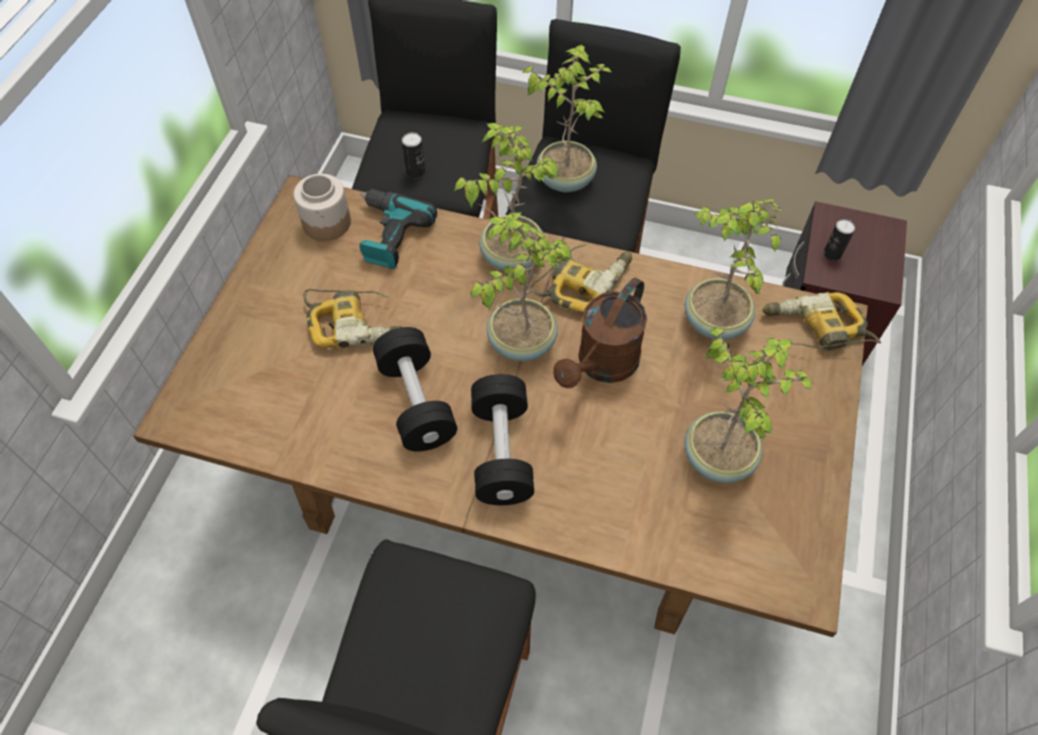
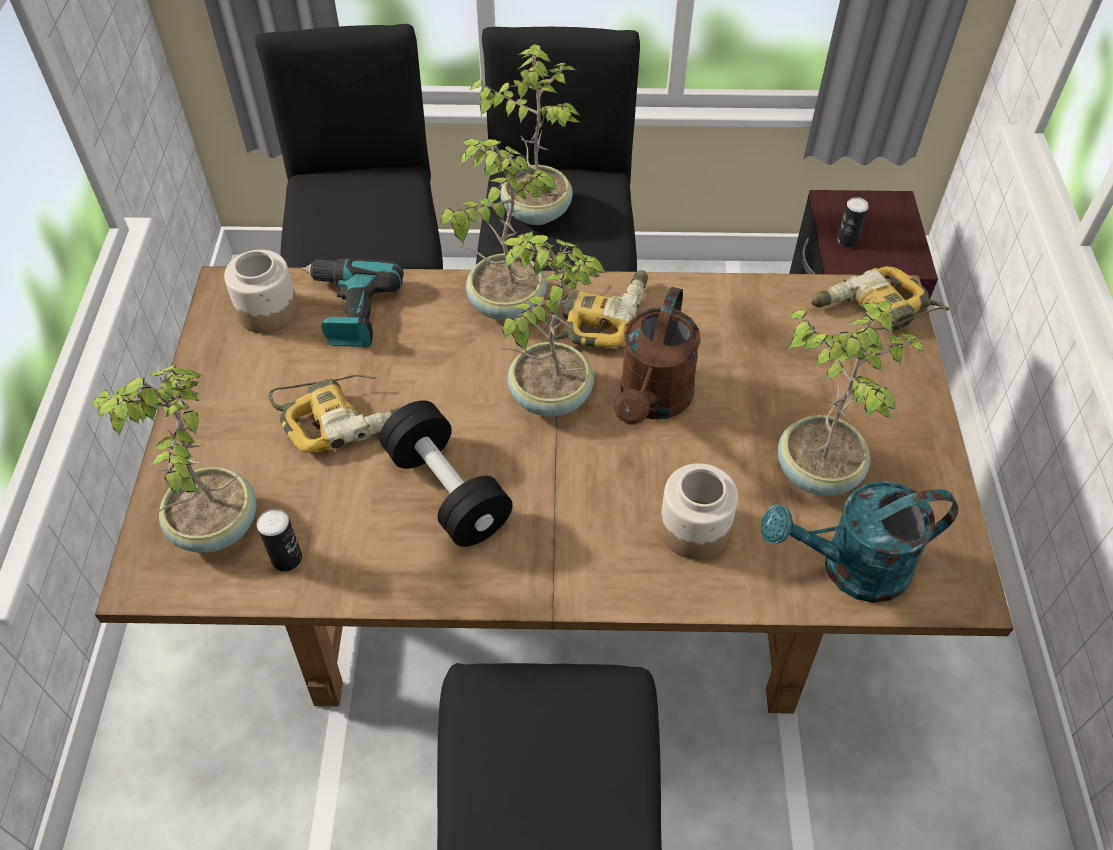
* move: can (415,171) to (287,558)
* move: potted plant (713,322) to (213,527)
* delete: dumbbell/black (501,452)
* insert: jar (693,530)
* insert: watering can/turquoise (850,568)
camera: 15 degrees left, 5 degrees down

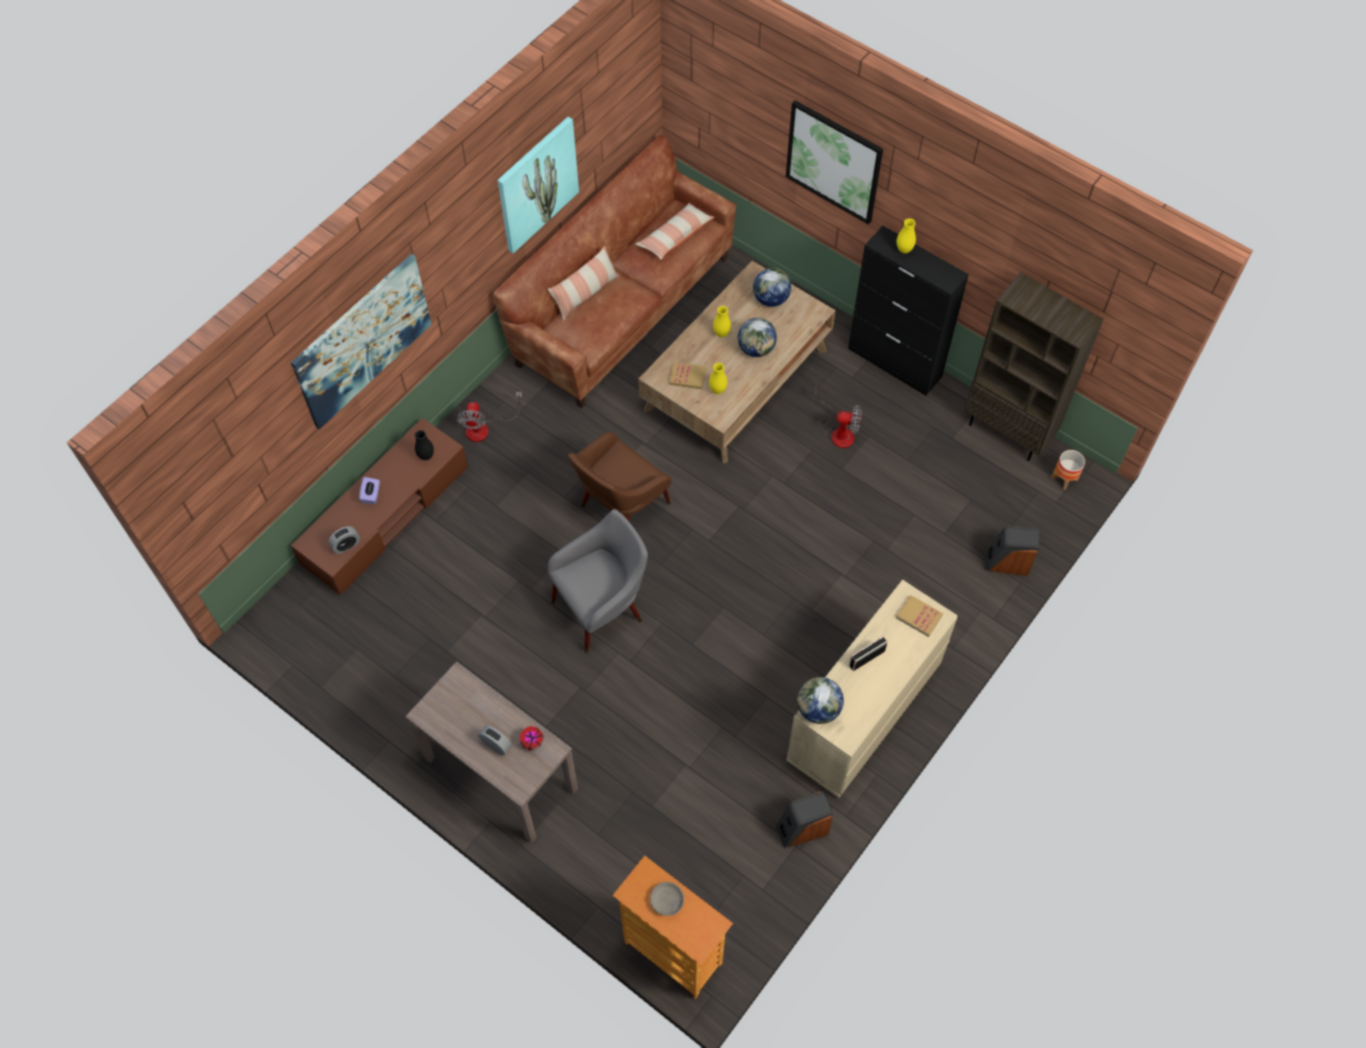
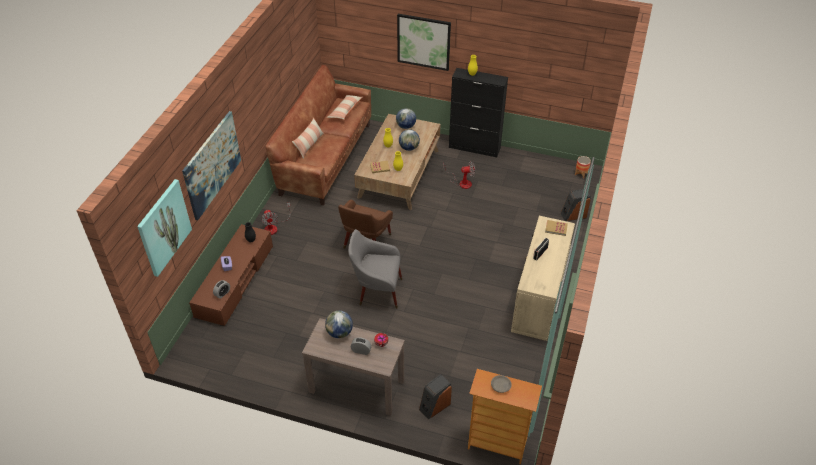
* move: picture (537,184) to (163,227)
* delete: bookcase/brown (1008,431)
* rotate: armchair/grey (602,607) = (377,291) 120 degrees counterclockwise
* move: globe (818,709) to (339,333)
* move: speaker (802,829) to (434,406)
camera: 20 degrees left, 15 degrees down

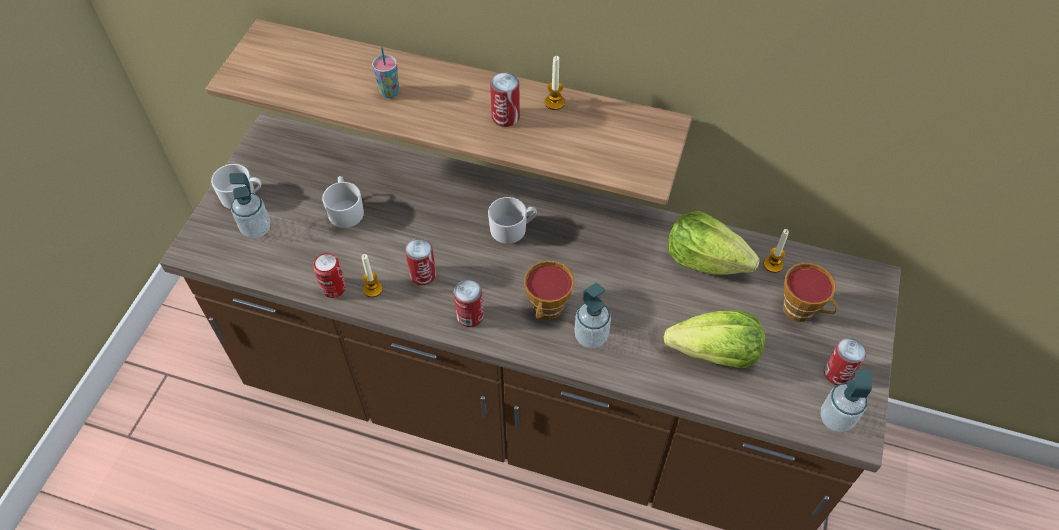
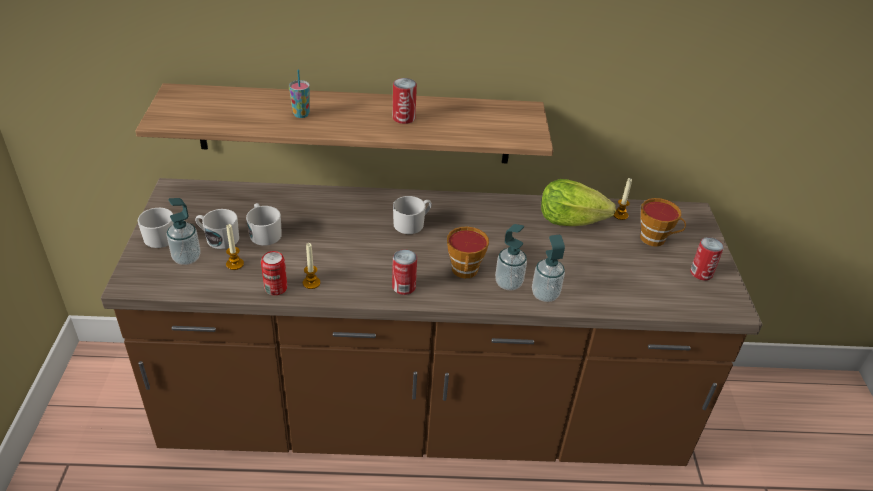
* move: candle (554,102) to (235,264)
* delete: can (423,275)
* delete: lettuce (715,354)
* move: soap dispenser (836,418) to (545,294)
* insert: mug/white (218,238)
camera: 20 degrees left, 15 degrees down

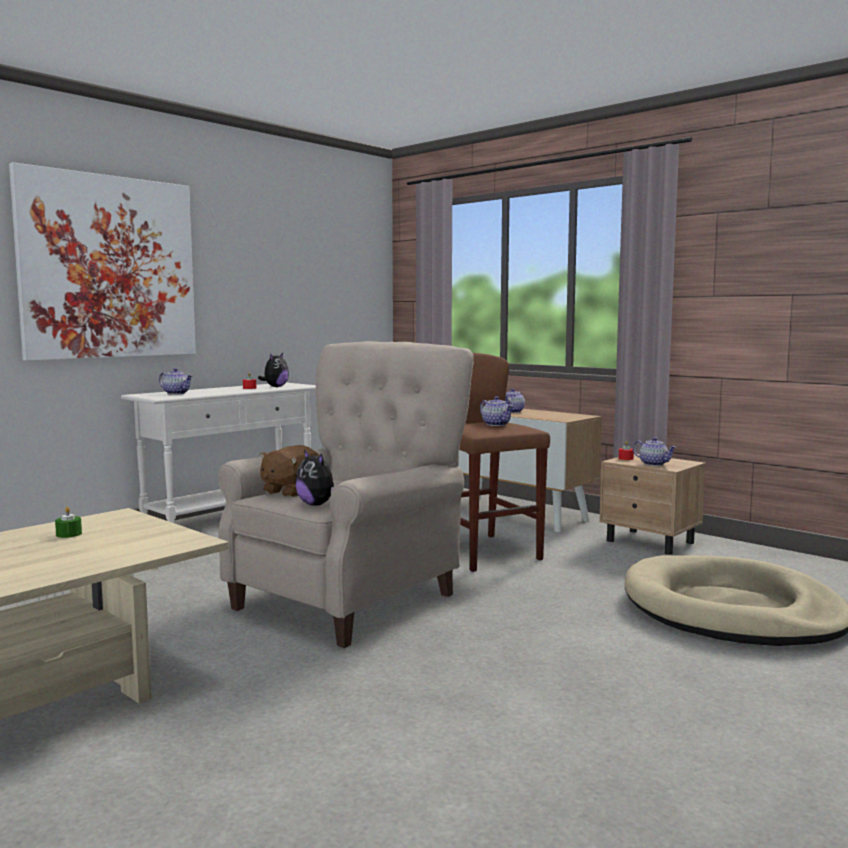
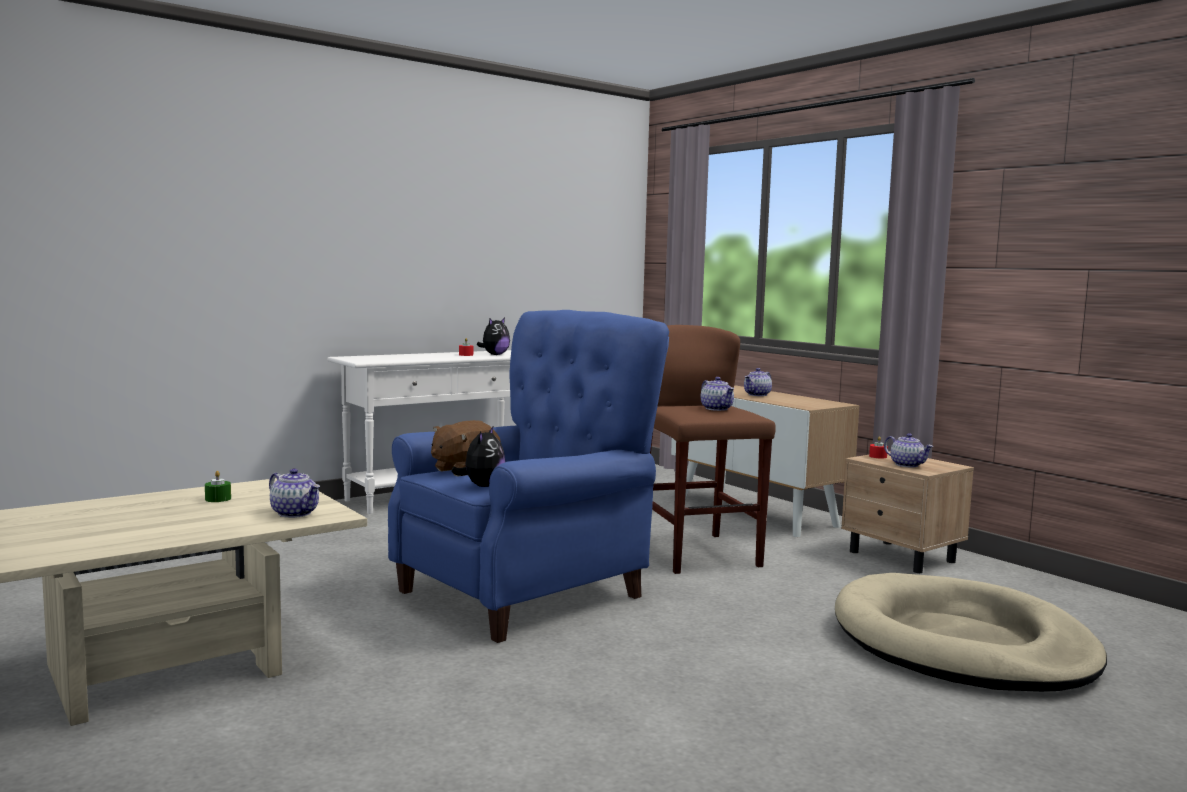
* delete: picture (109,267)
* recolor: armchair/beige (353,599) to armchair/blue (530,592)
* move: teapot (177,393) to (295,513)
* rotate: plush toy (317,504) = (482,486) 135 degrees counterclockwise
camera: 10 degrees right, 0 degrees up

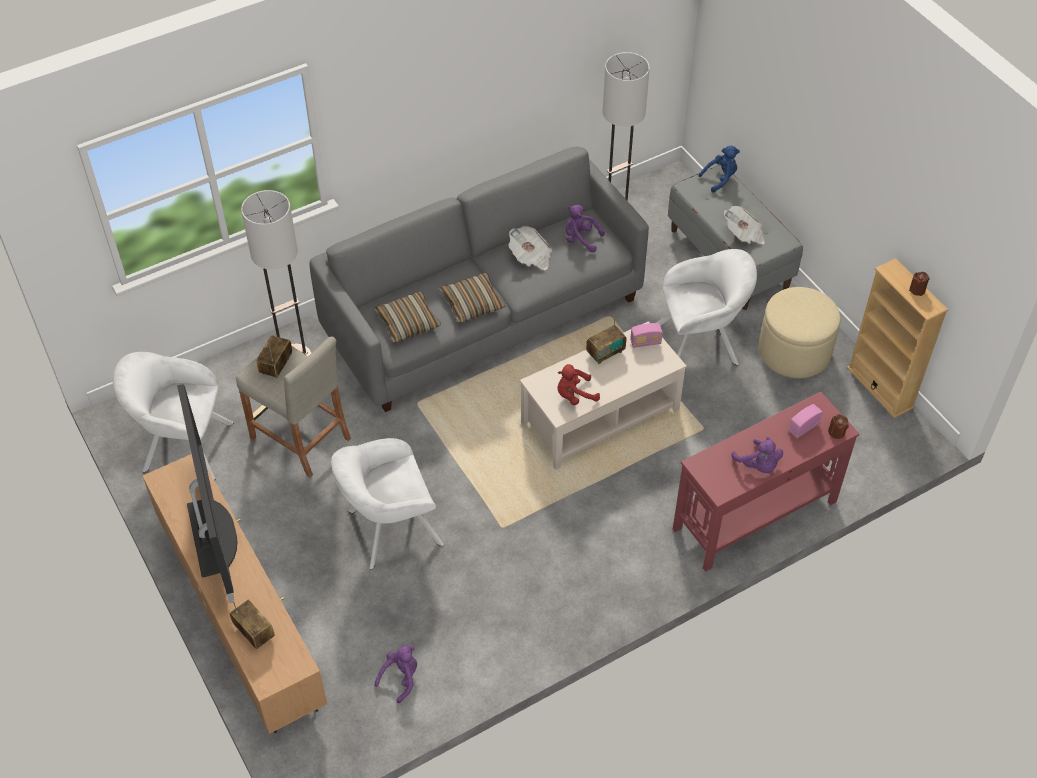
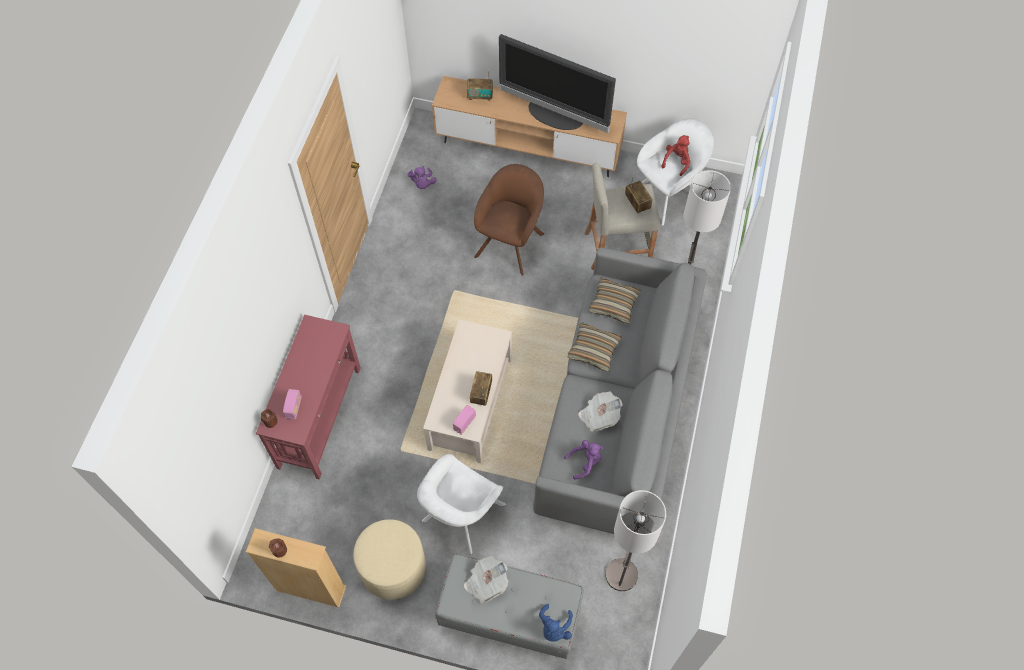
* move: plush toy/red (574,395) to (676,161)
* delete: plush toy/purple (758,465)
* recolor: armchair/white (389,529) to armchair/brown (511,242)
camera: 135 degrees right, 10 degrees up

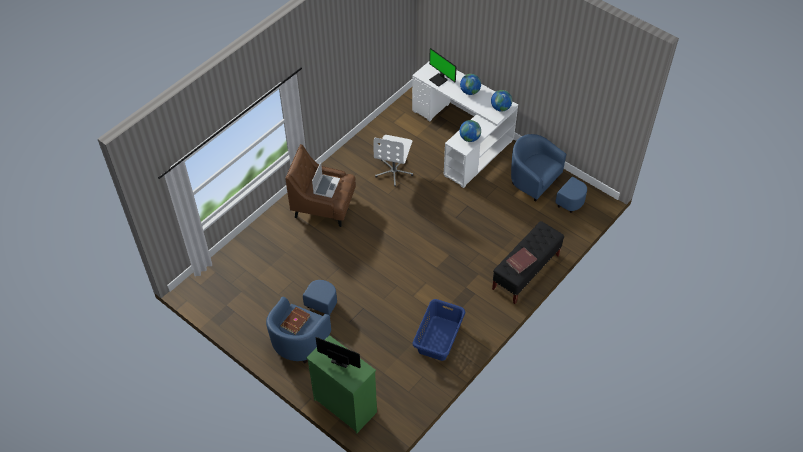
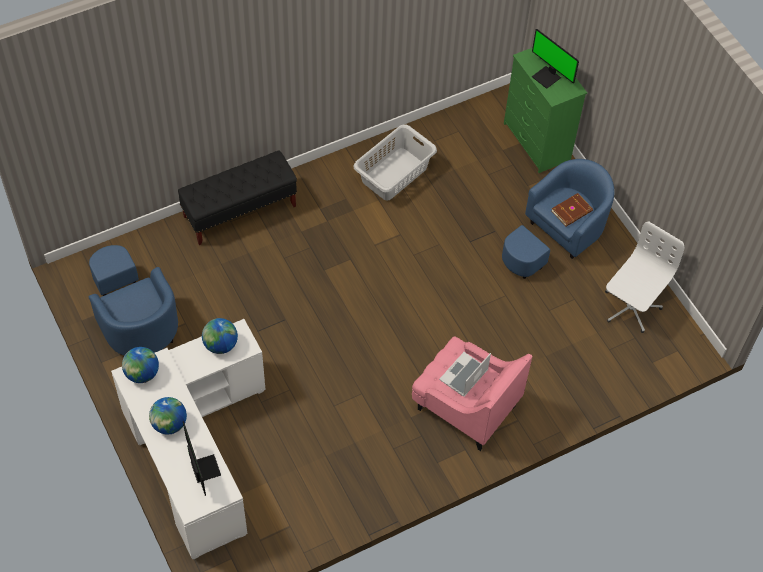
* move: office chair/white (394,171) to (630,307)
* recolor: armchair/brown (324,207) to armchair/pink (465,407)
* delete: book/red (520,261)
* recolor: laundry basket/blue (438,338) to laundry basket/grey (395,174)
camera: 160 degrees left, 5 degrees up

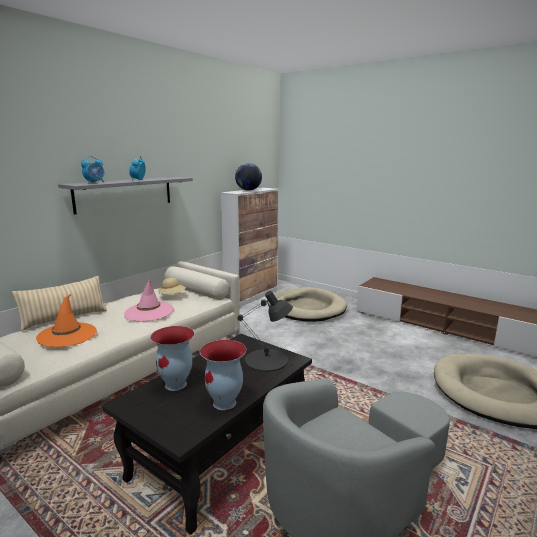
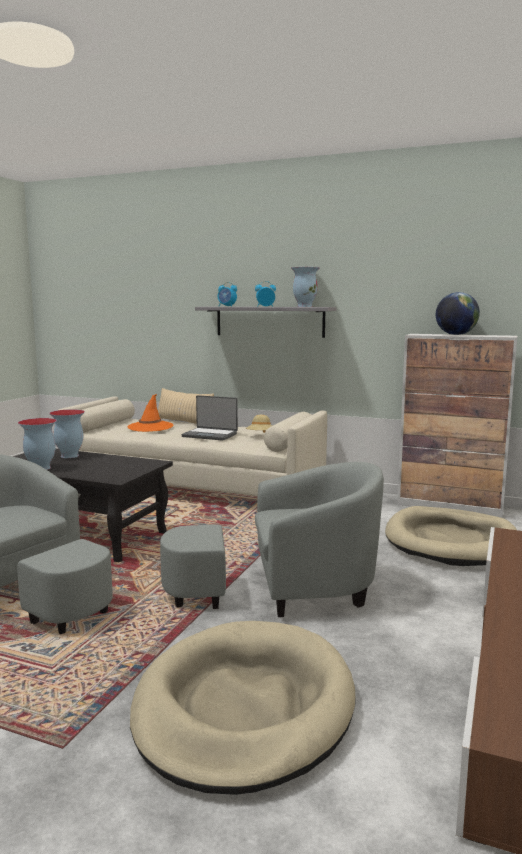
* replace: hat/pink (149,312) to laptop (210,435)
* delete: table lamp/black (267,360)
* insert: vase (304,306)
* insert: armchair/grey (286,591)
camera: 75 degrees right, 5 degrees down

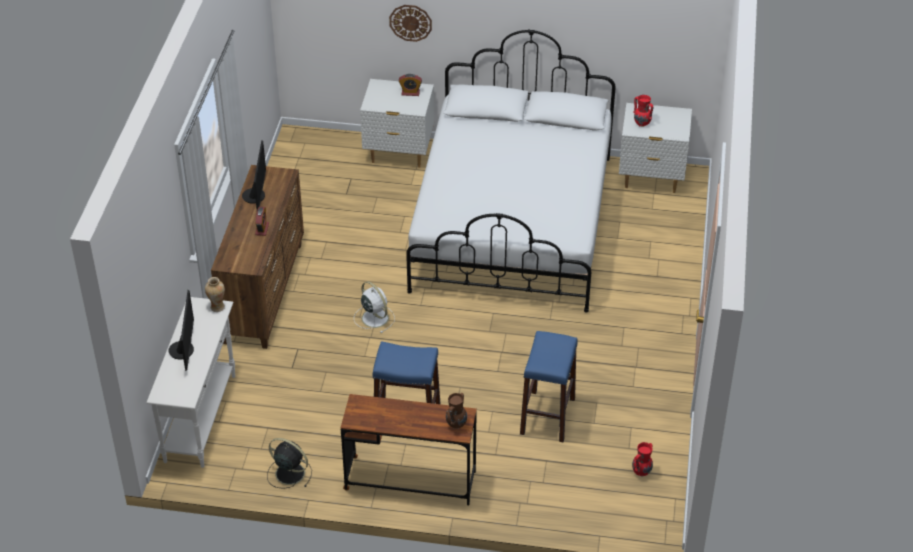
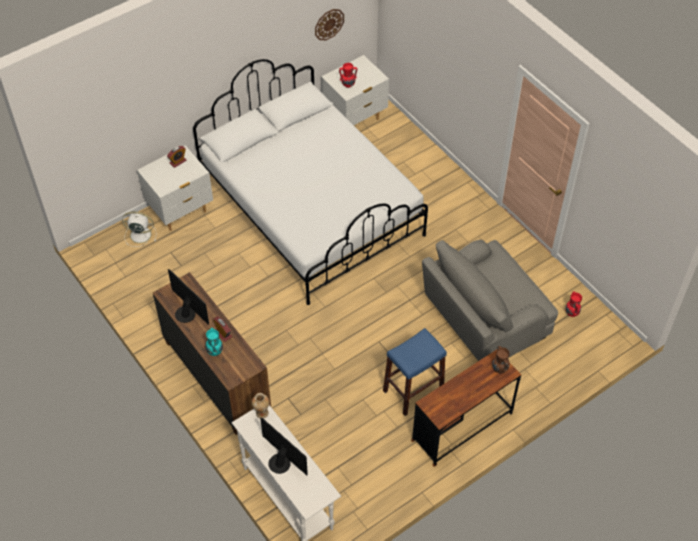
* move: wall clock (410,22) to (329,24)
* move: fan/white (374,317) to (139,235)
* replace: stool/blue (547,416) to armchair/grey (484,320)
* delete: fan/black (288,473)
* insert: vase/turquoise (215,351)
camera: 45 degrees left, 10 degrees up

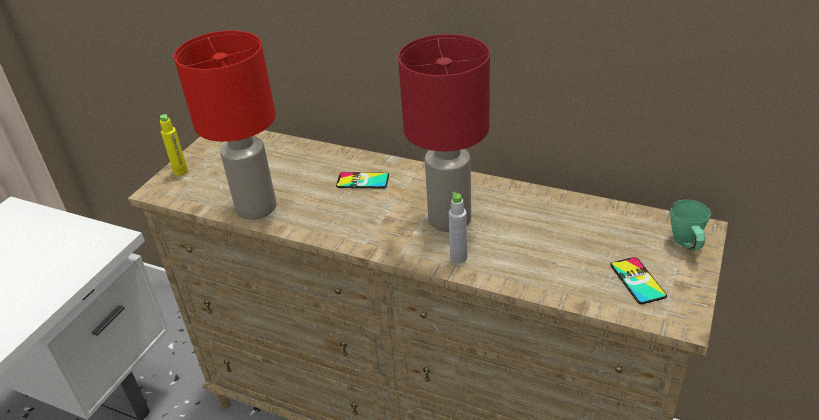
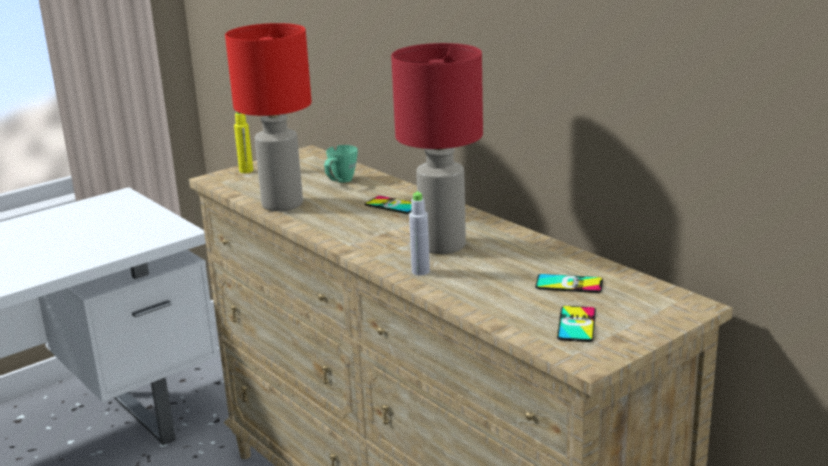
* move: mug/green (686,246) to (340,182)
* insert: phone (569,284)
camera: 25 degrees right, 15 degrees down

